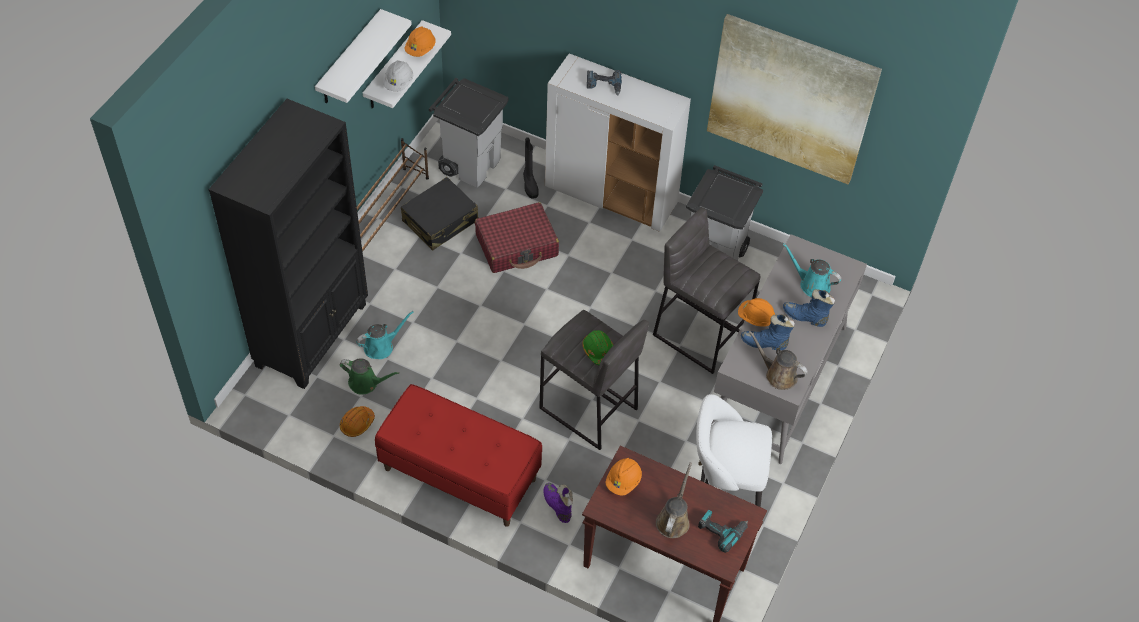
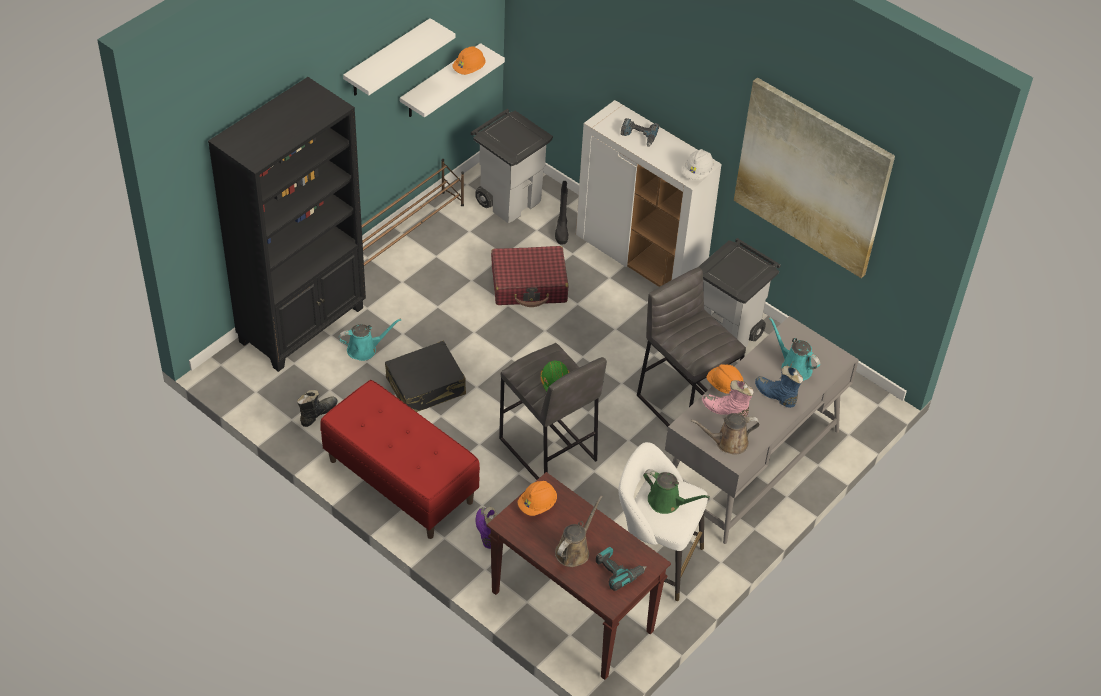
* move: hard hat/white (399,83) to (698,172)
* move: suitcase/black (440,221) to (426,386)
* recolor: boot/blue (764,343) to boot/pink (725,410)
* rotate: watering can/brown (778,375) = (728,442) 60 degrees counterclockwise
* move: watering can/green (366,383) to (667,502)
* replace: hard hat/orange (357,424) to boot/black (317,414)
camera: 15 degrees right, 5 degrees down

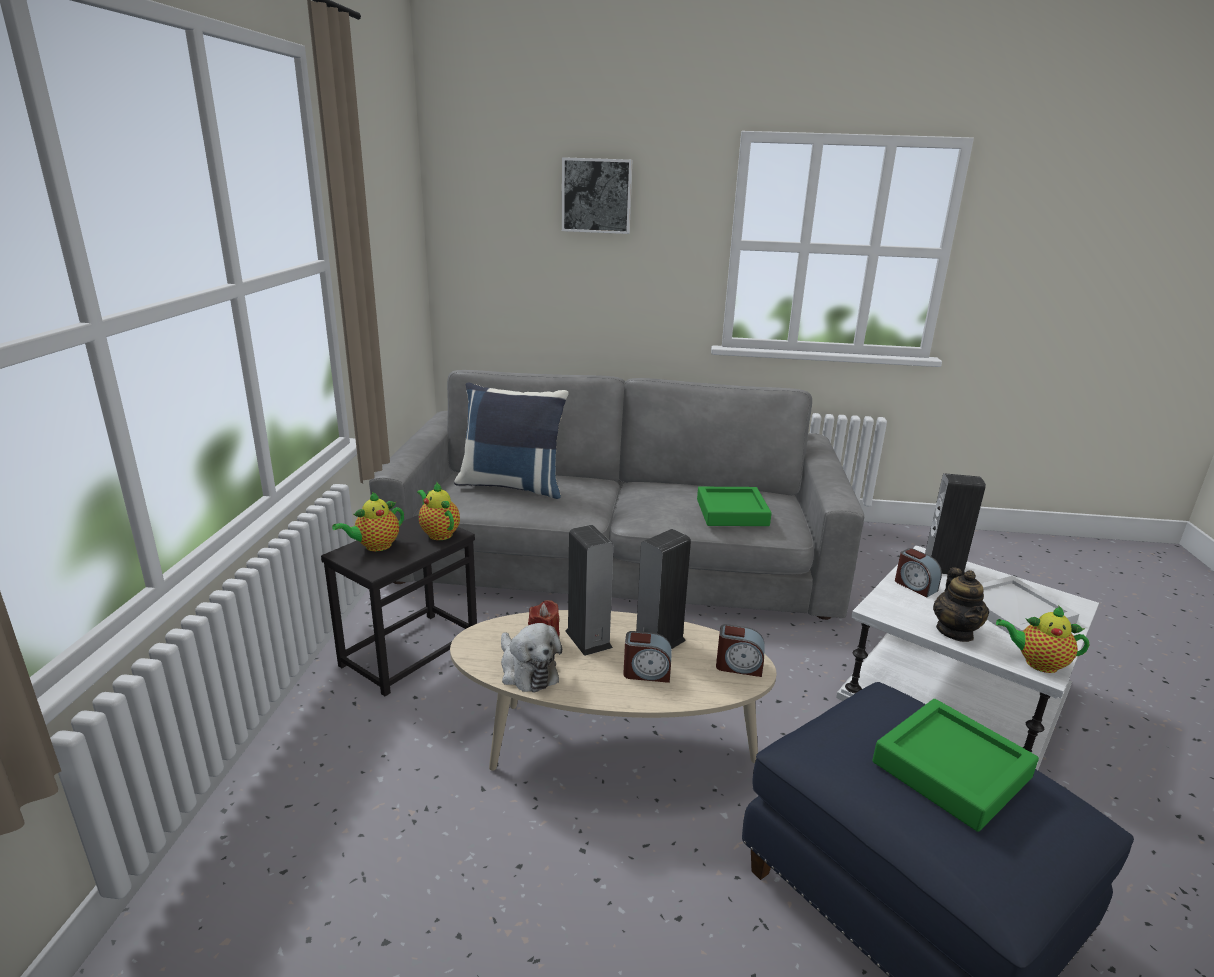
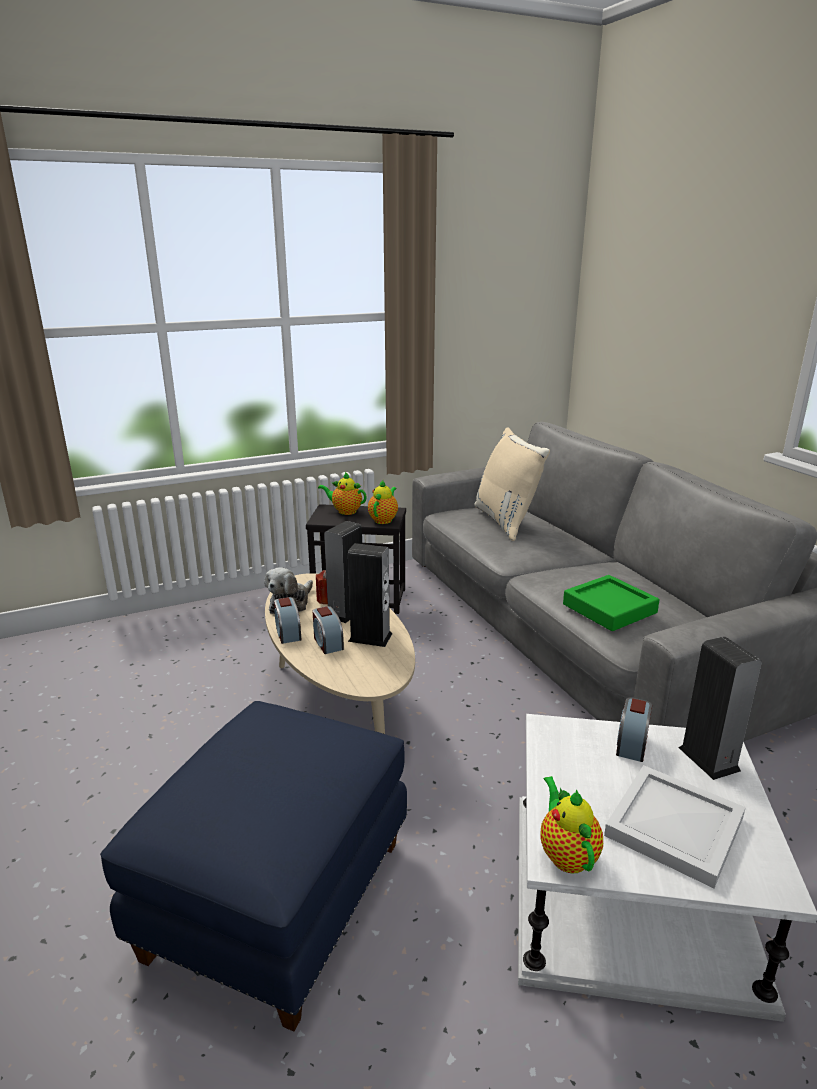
* delete: picture (596,195)
* recolor: pillow/blue (512,485) to pillow/beige (507,521)
* delete: teapot (955,632)
* move: alarm clock (739,666) to (288,633)
* delete: tray/green (951,770)
camera: 60 degrees right, 0 degrees up

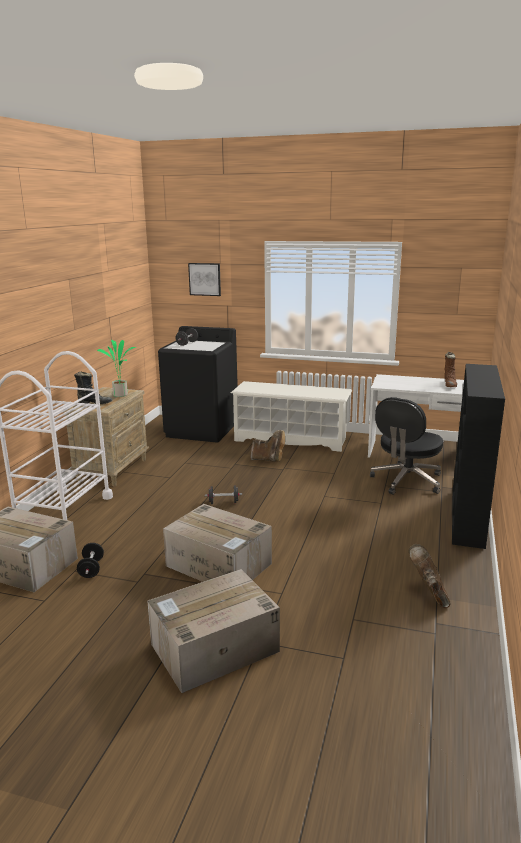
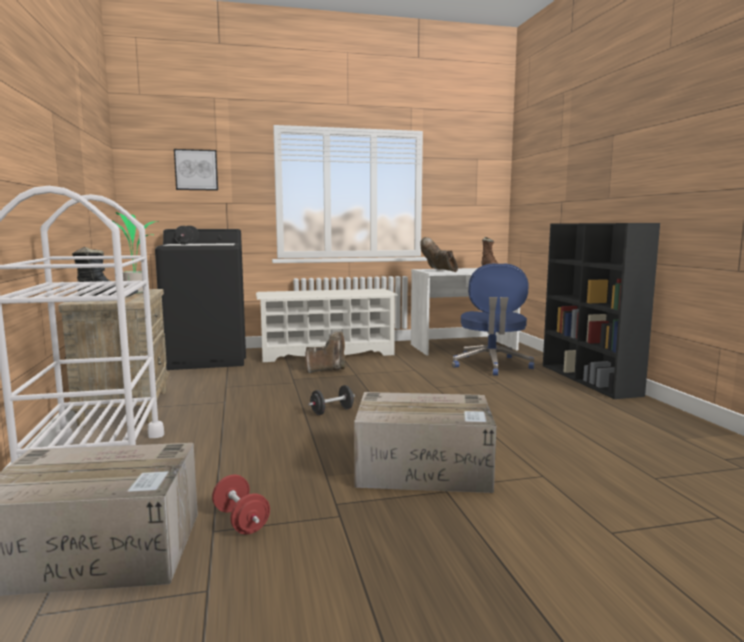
* recolor: office chair/black (406,481) to office chair/blue (491,365)
* recolor: dumbbell/black (91,569) to dumbbell/red (241,521)
* move: boot/brown (429,593) to (439,271)
* delete: cardboard box (213,648)
camera: 30 degrees left, 10 degrees down

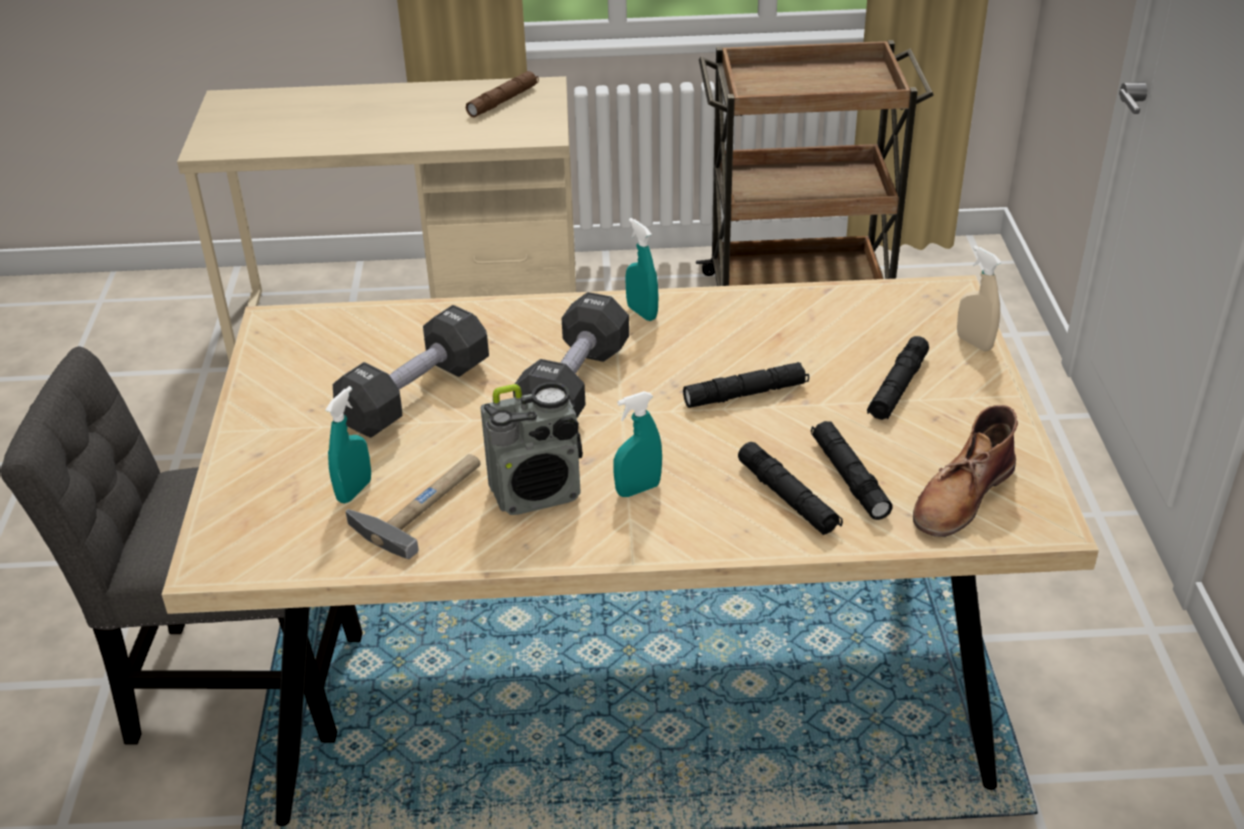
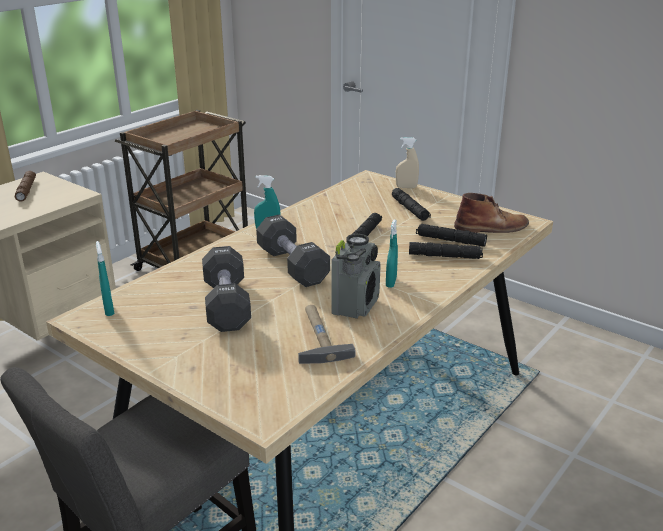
* move: spray bottle/turquoise (354,491) to (109,310)
* rotate: boot/brown (962,496) = (492,227) 90 degrees counterclockwise
camera: 50 degrees left, 10 degrees down

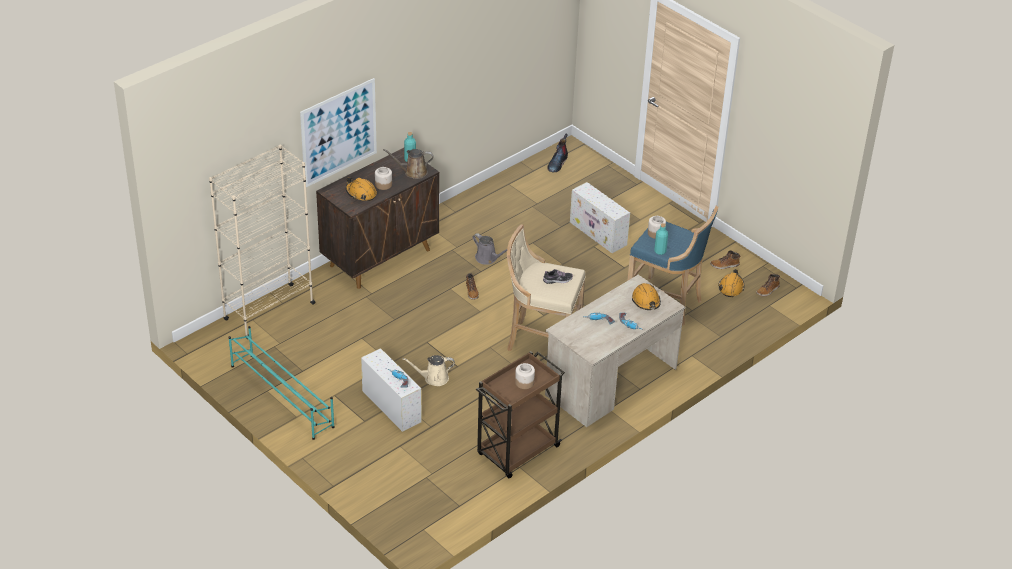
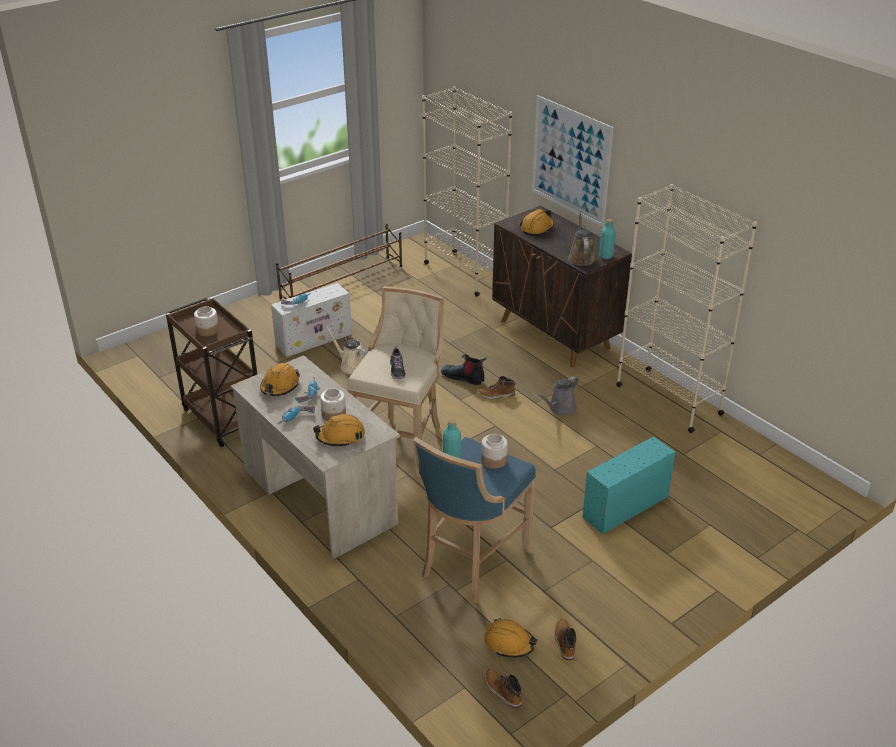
* move: boot (557,163) to (464,377)
* move: jar (383,184) to (334,414)
* recolor: storage box/white (599,234) to storage box/turquoise (624,507)
* recolor: shoe rack/turquoise (281,395) to shoe rack/brown (343,281)
* rotate: watering can/beige (433,378) = (351,365) 45 degrees counterclockwise
* insert: bookcase/beige (668,399)
* insert: hard hat/orange (280,386)
camera: 95 degrees right, 5 degrees down

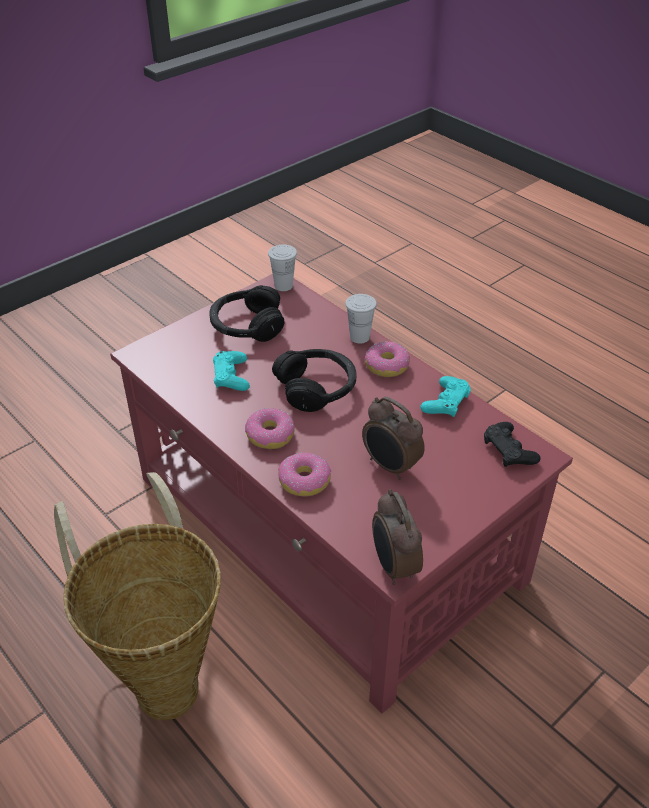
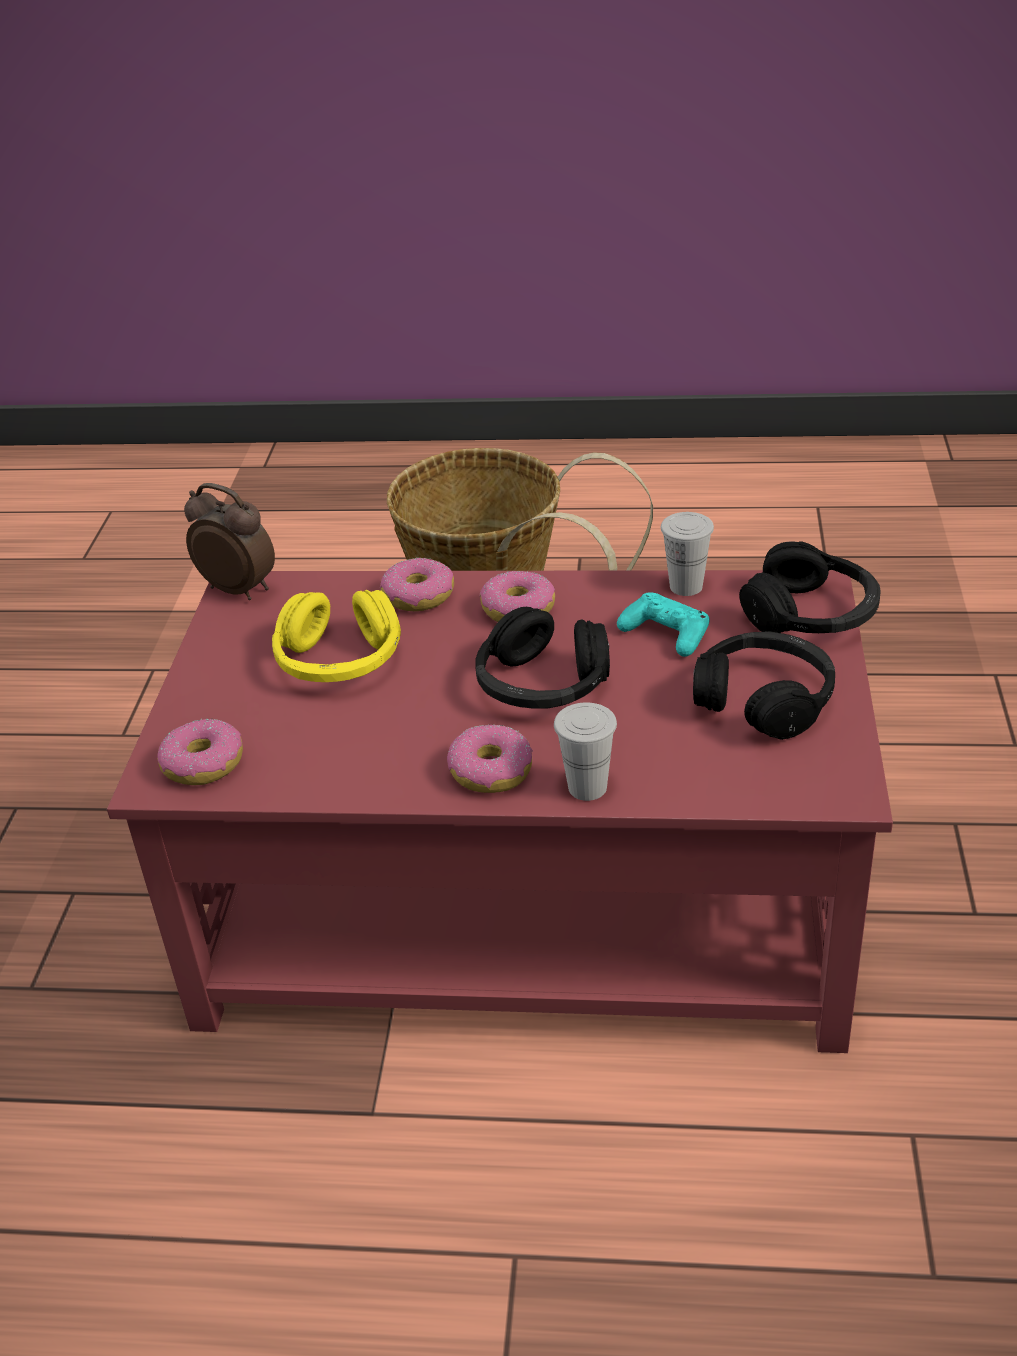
* move: cup/white (283,286) to (686,586)
* delete: game controller/turquoise (446,402)
* replace: alarm clock (390,466) to headphones/yellow (339,660)
* replace: game controller/black (509,450) to donut (203,763)
* insert: headphones/black (811,615)
camera: 140 degrees right, 5 degrees down

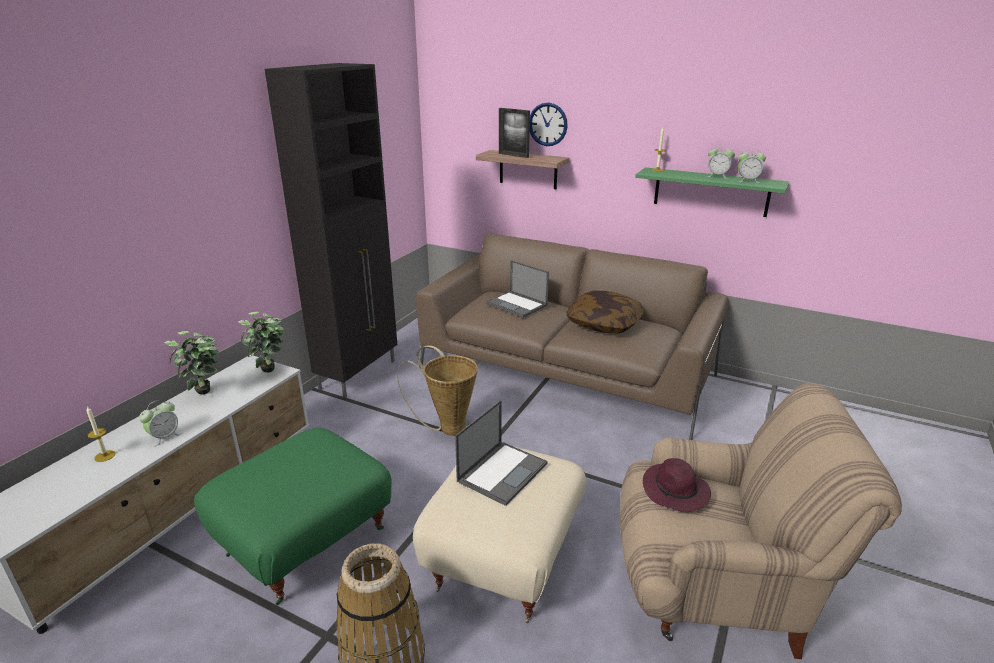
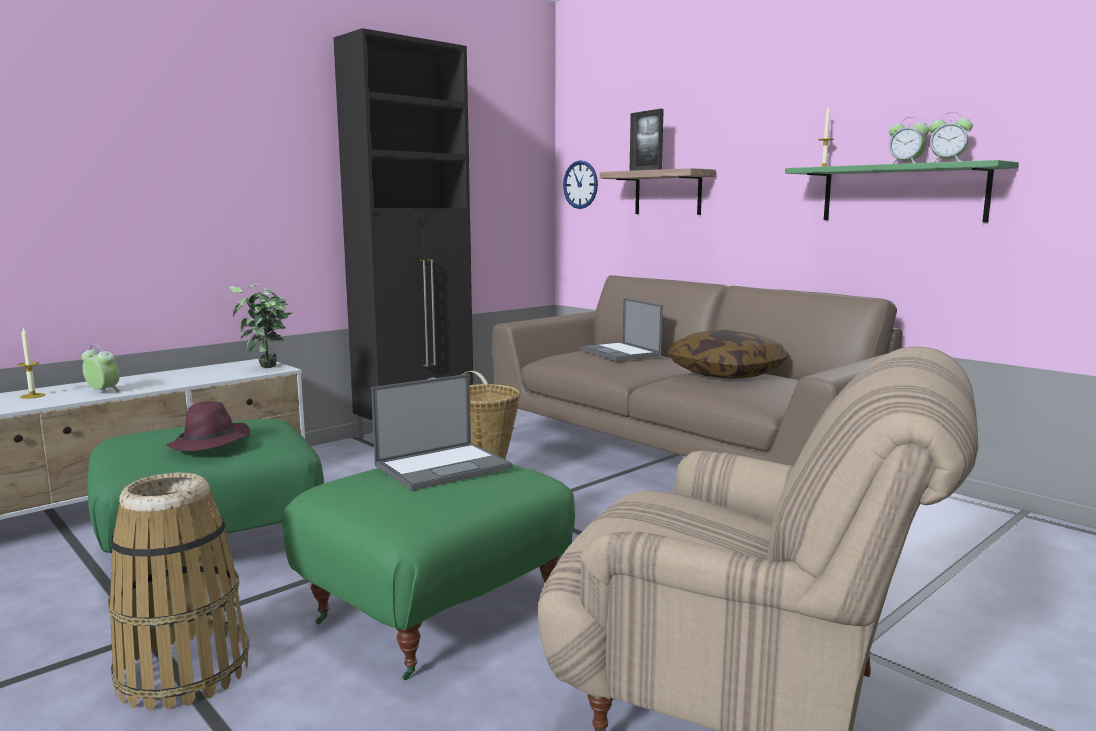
* move: wall clock (548,124) to (580,184)
* delete: potted plant (205,396)
* rotate: alarm clock (164,437) = (103,392) 120 degrees counterclockwise
* recolor: ottoman/beige (503,556) to ottoman/green (436,609)
* move: hat/purple (676,491) to (210,443)
camera: 20 degrees right, 15 degrees down

